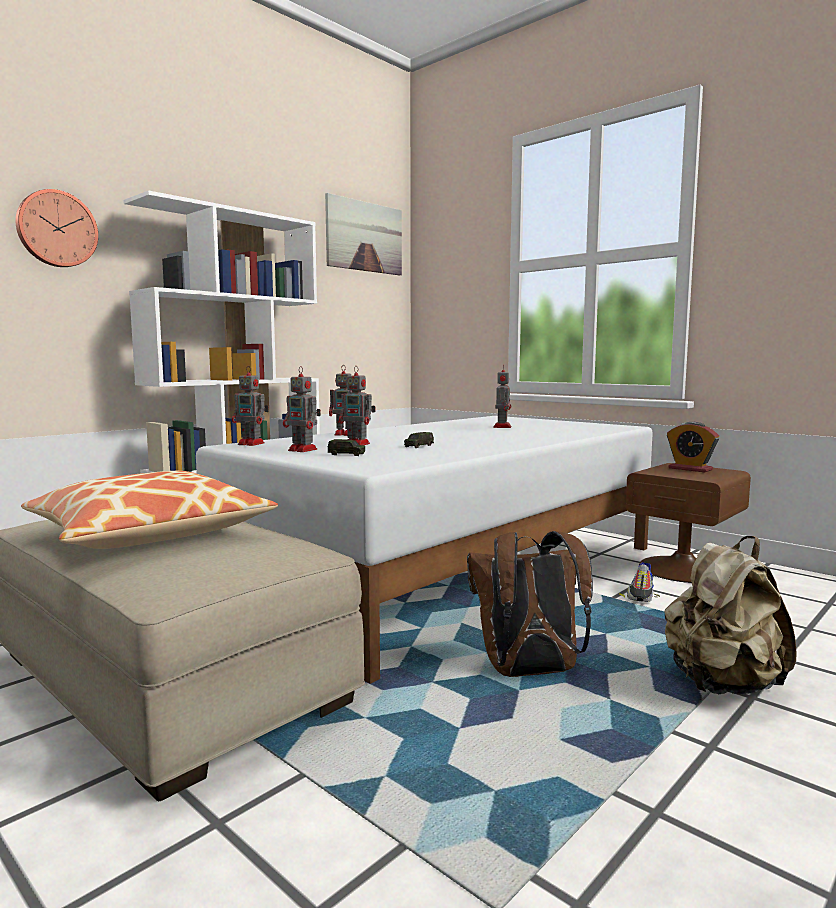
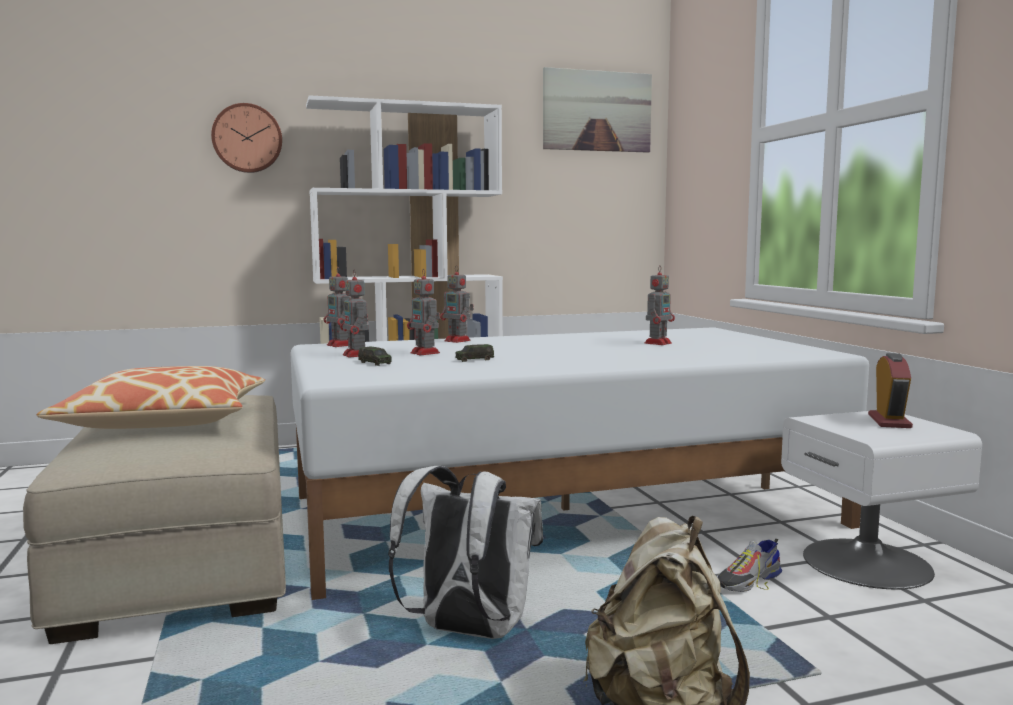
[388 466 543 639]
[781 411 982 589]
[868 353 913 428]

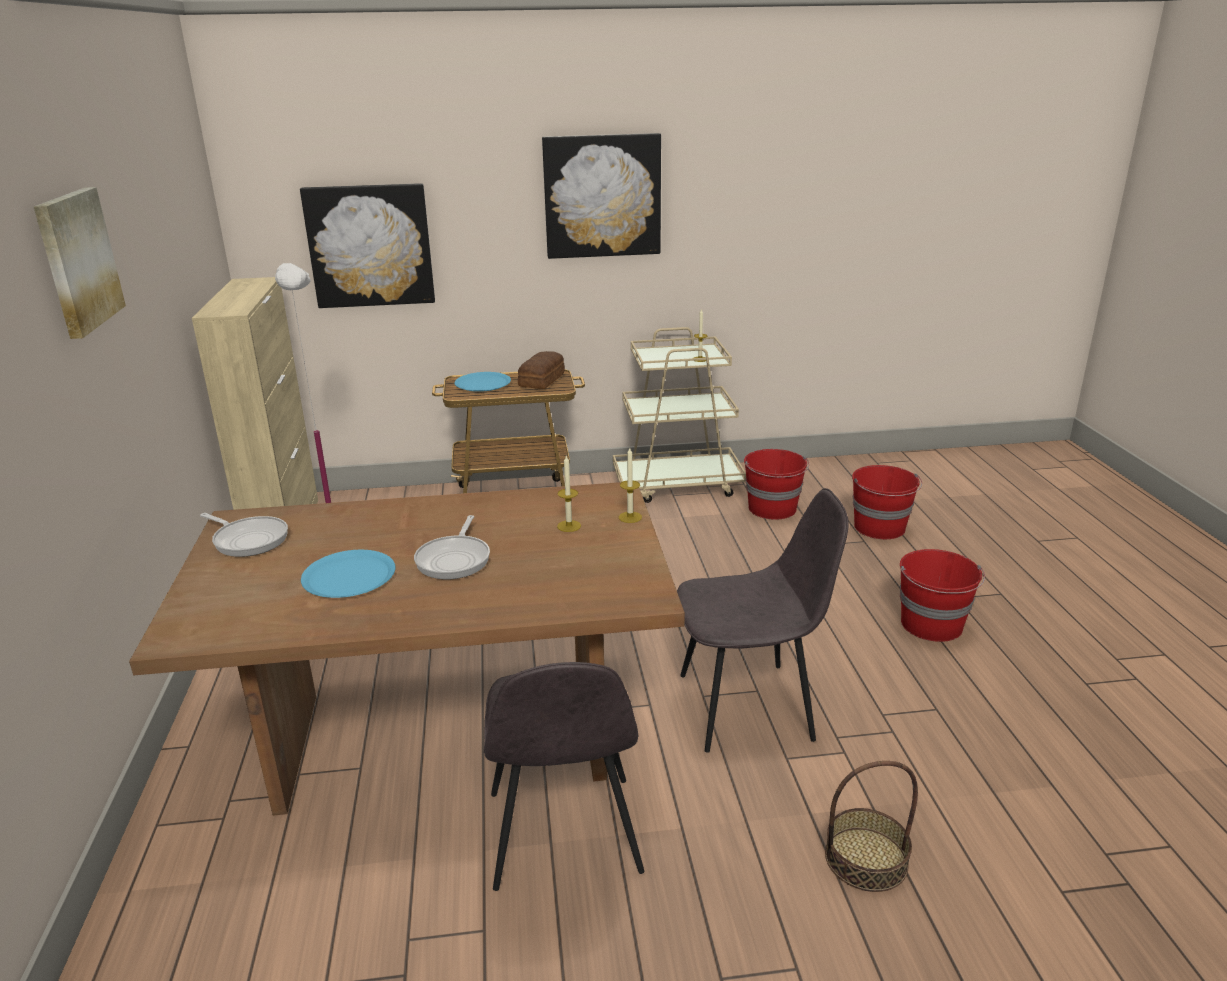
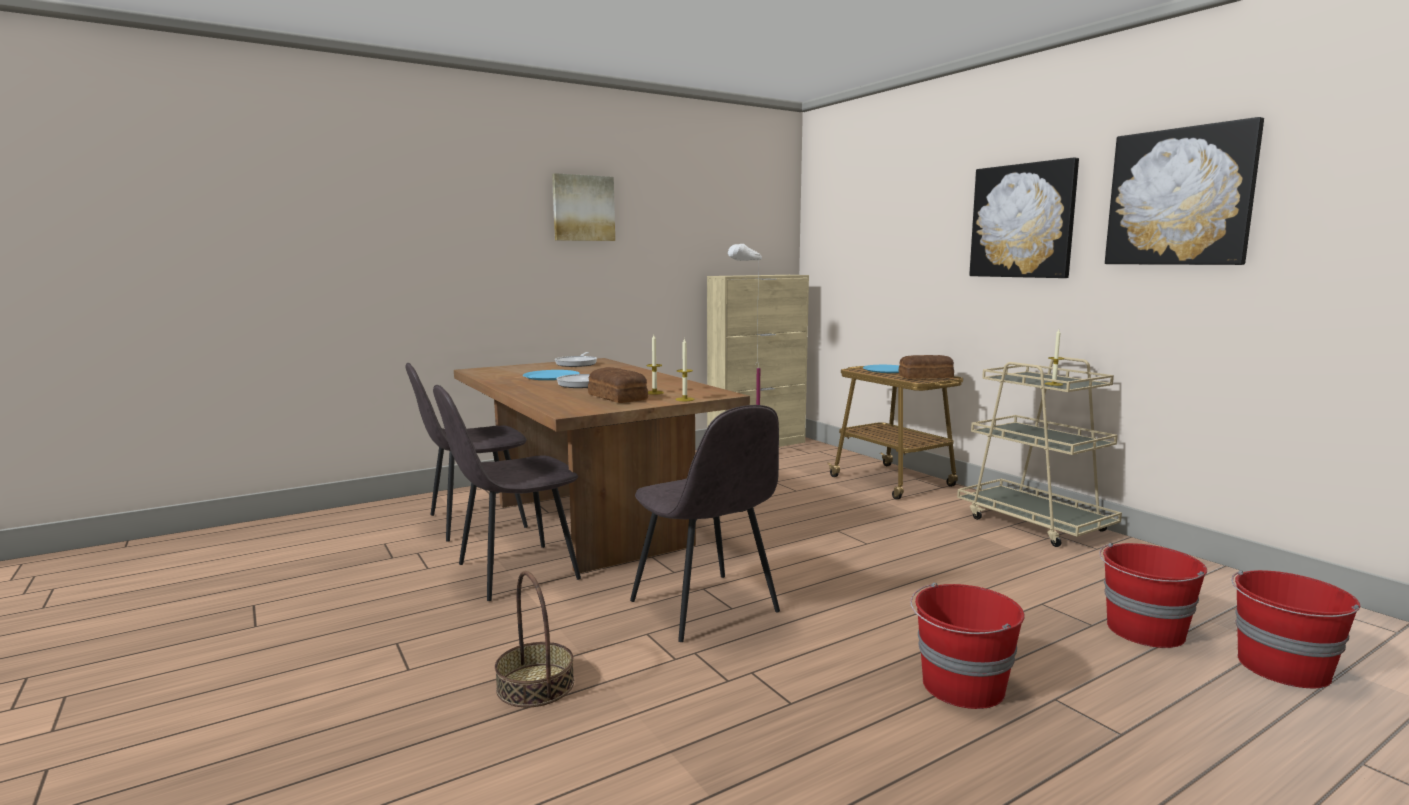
[405 363 528 541]
[588 367 648 403]
[1105 117 1264 265]
[1232 570 1360 688]

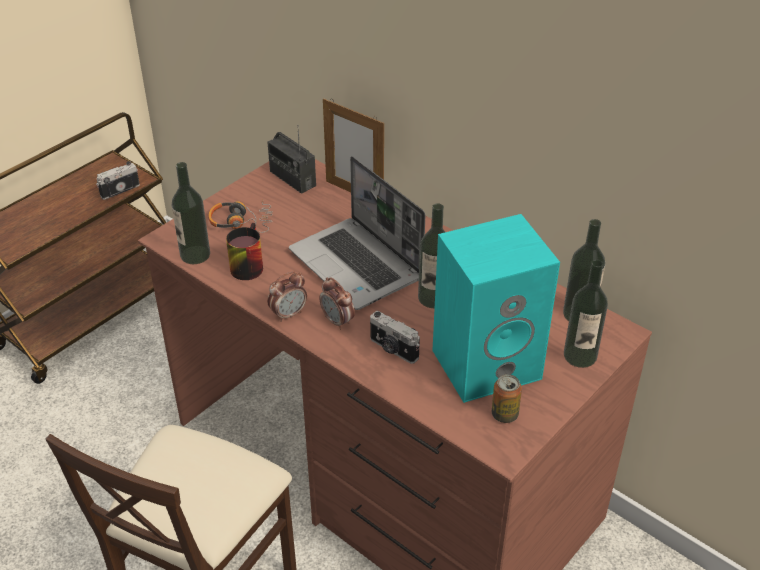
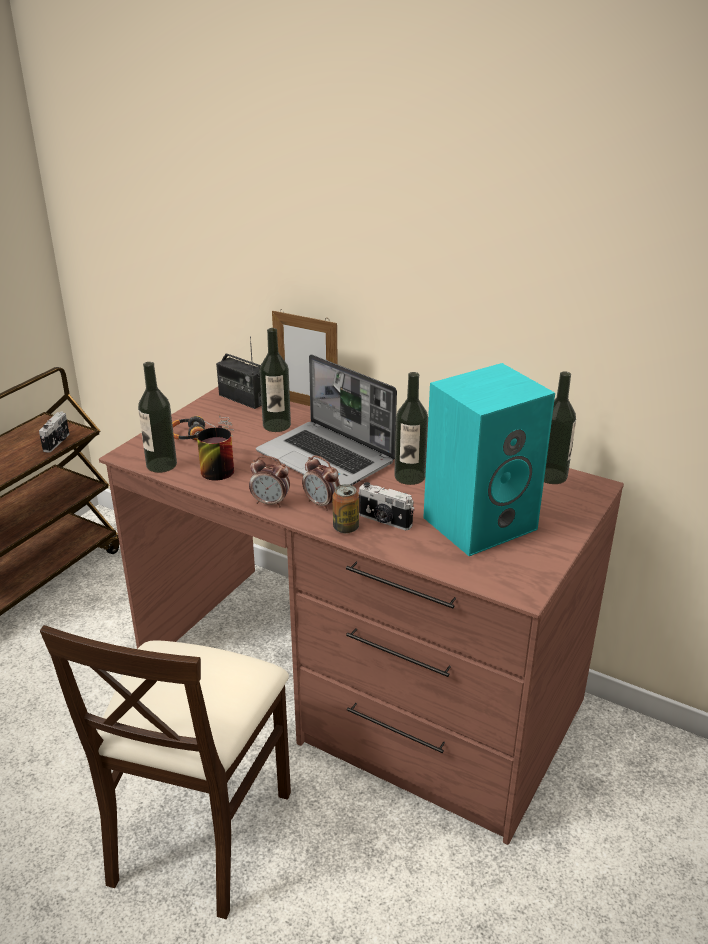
[332 484 359 533]
[260 328 291 432]
[39 412 69 453]
[249 456 290 507]

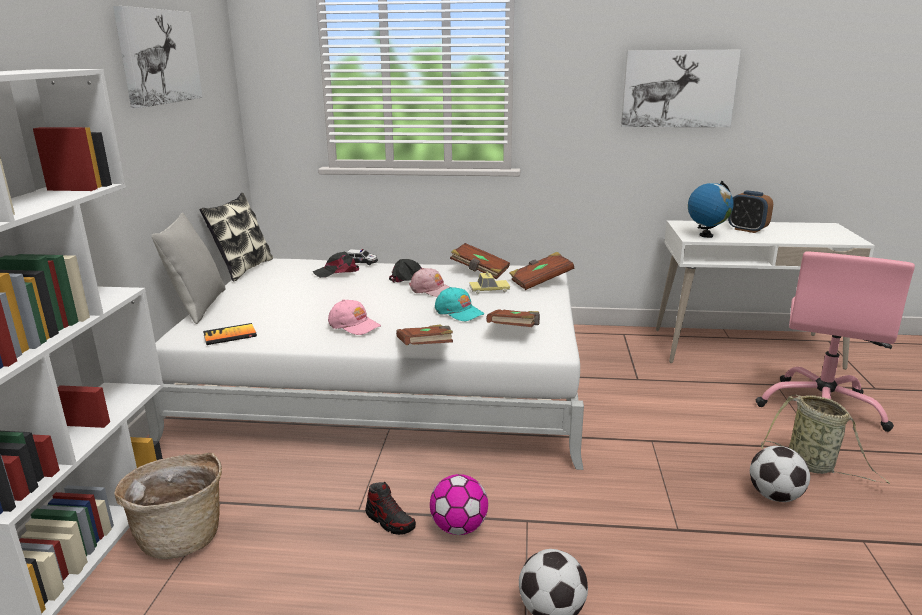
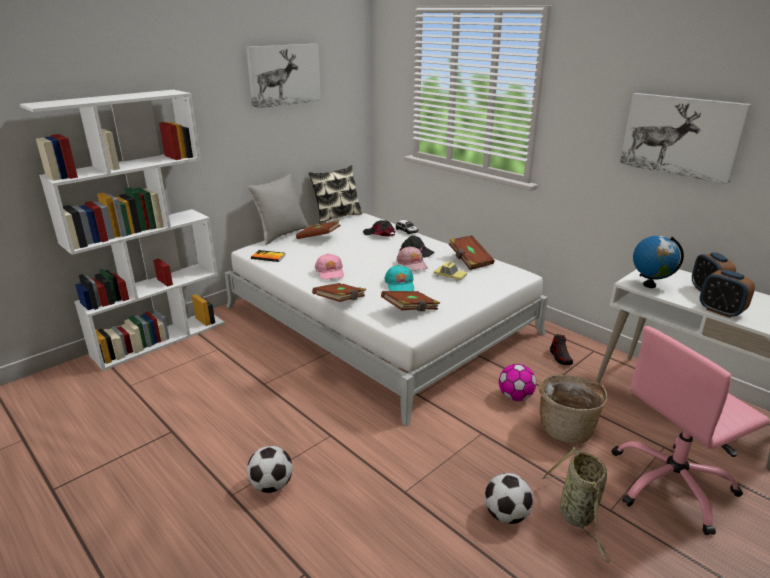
[700 269 755 318]
[539 375 607 444]
[550 334 573 365]
[499 364 536 401]
[296 220 341 239]

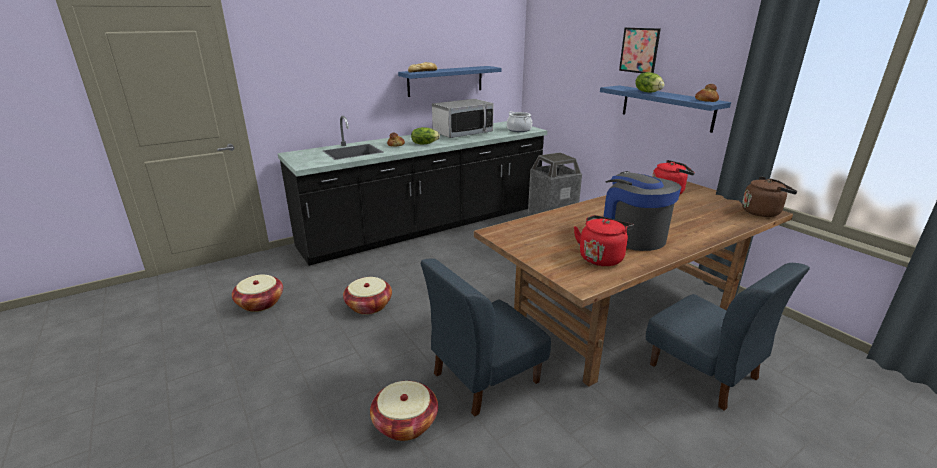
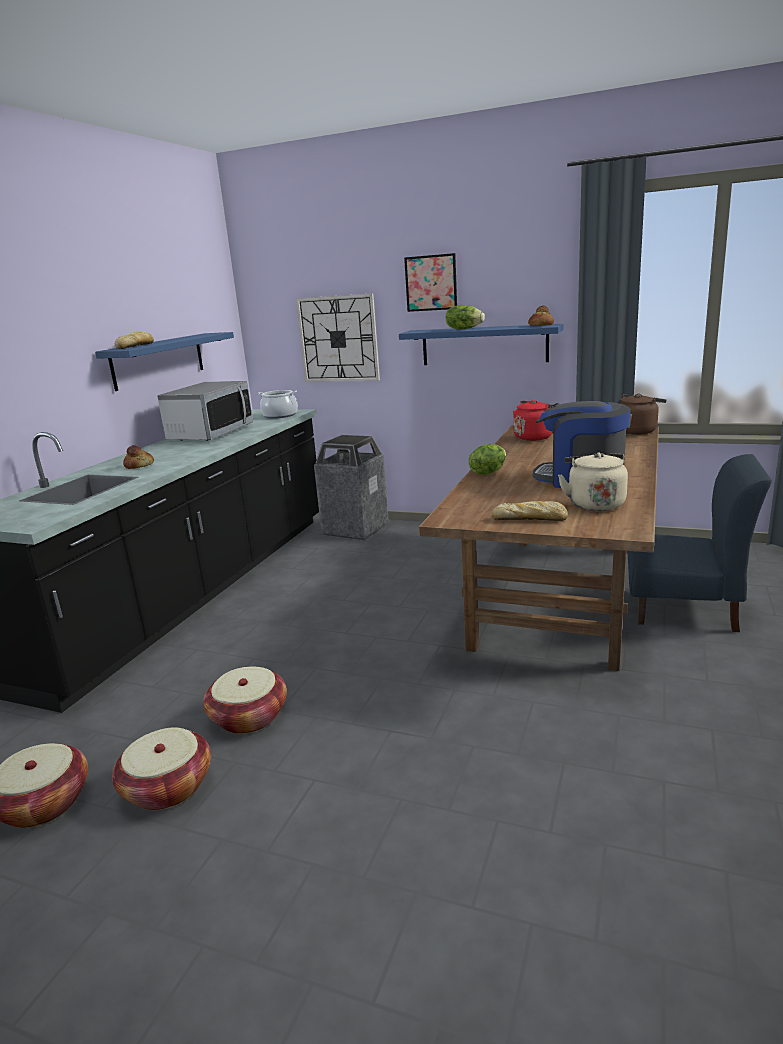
[421 258 551 417] (first image)
[296 293 380 382]
[492 501 568 521]
[112 727 211 810]
[469 444 506 475]
[558 453 628 511]

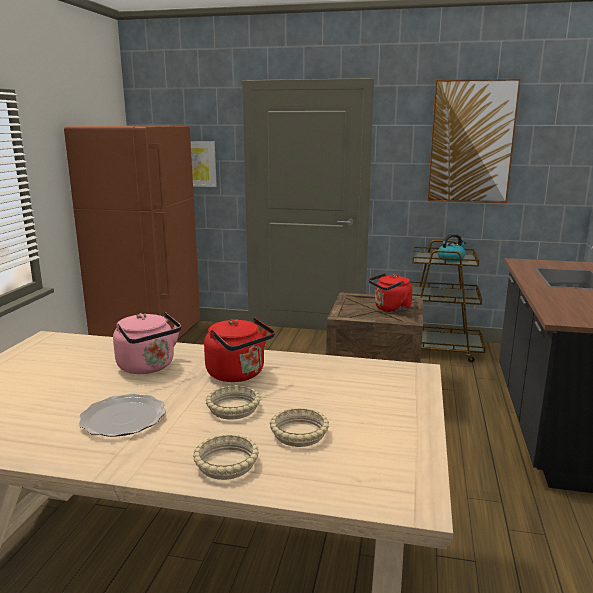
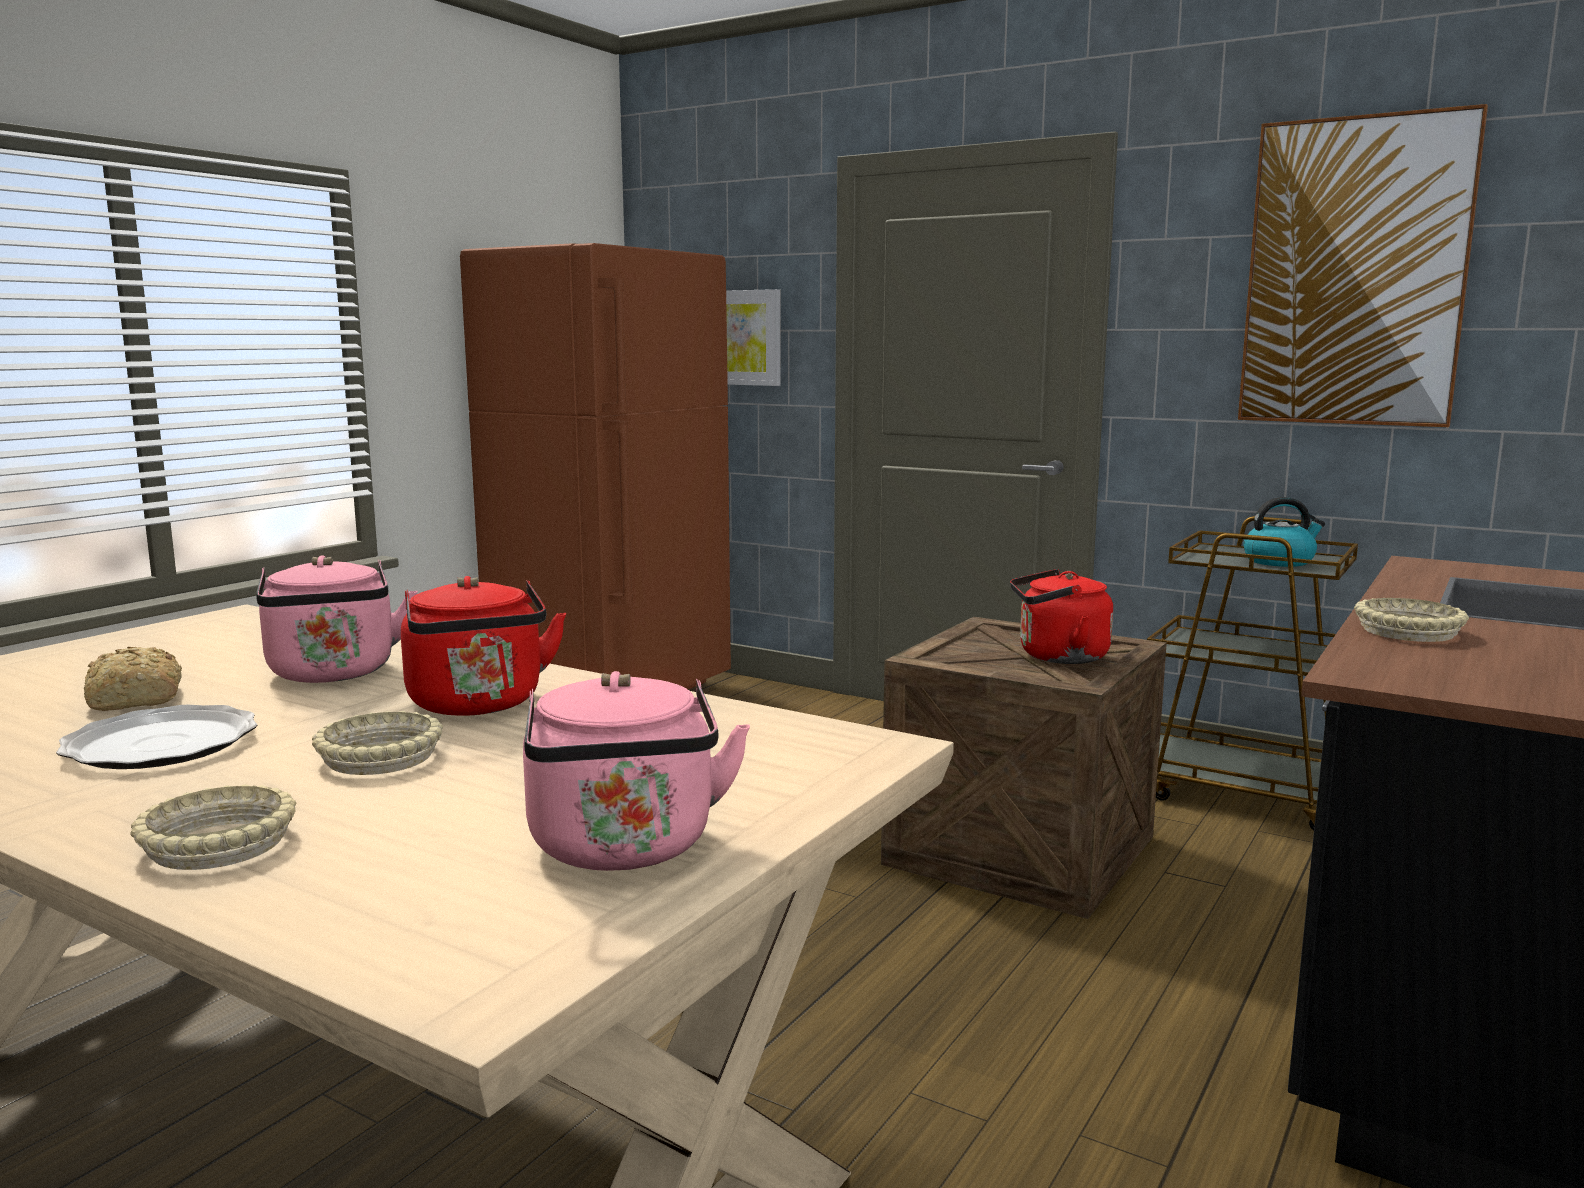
[84 647 182 711]
[523 671 750 871]
[1354 598 1469 642]

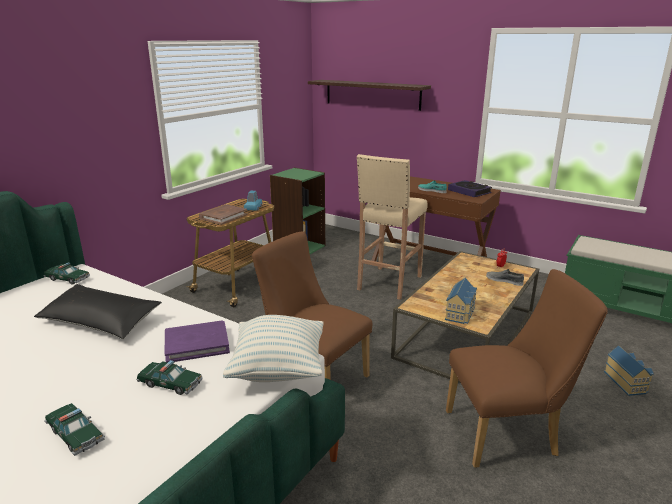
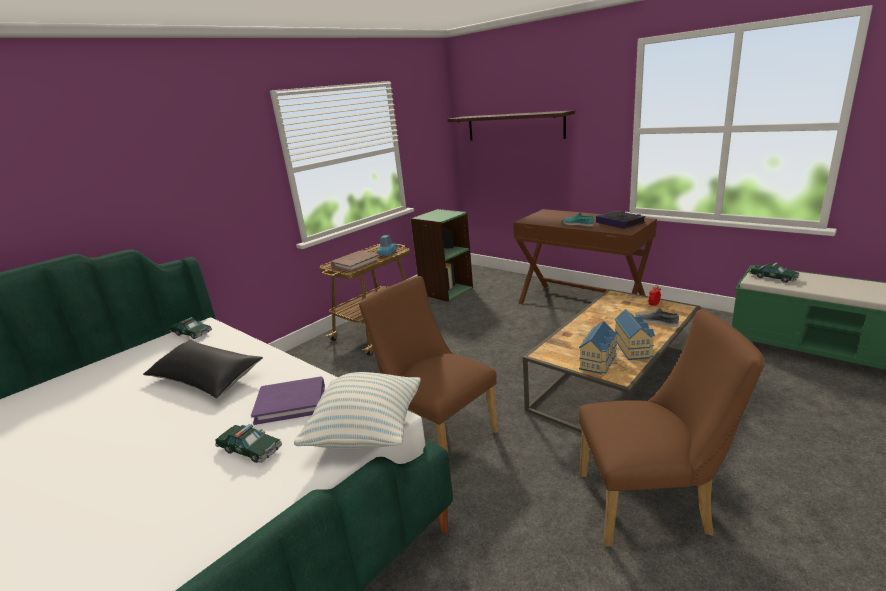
[357 154 428 300] (first image)
[749 262 799 283]
[615 309 655 360]

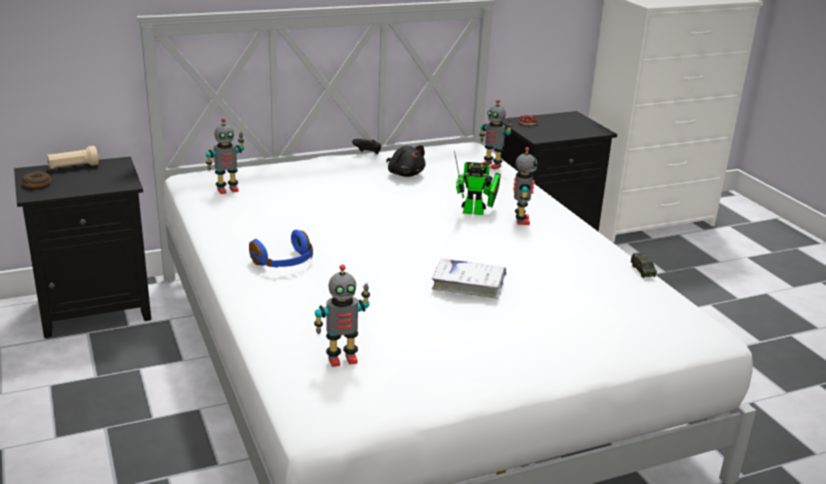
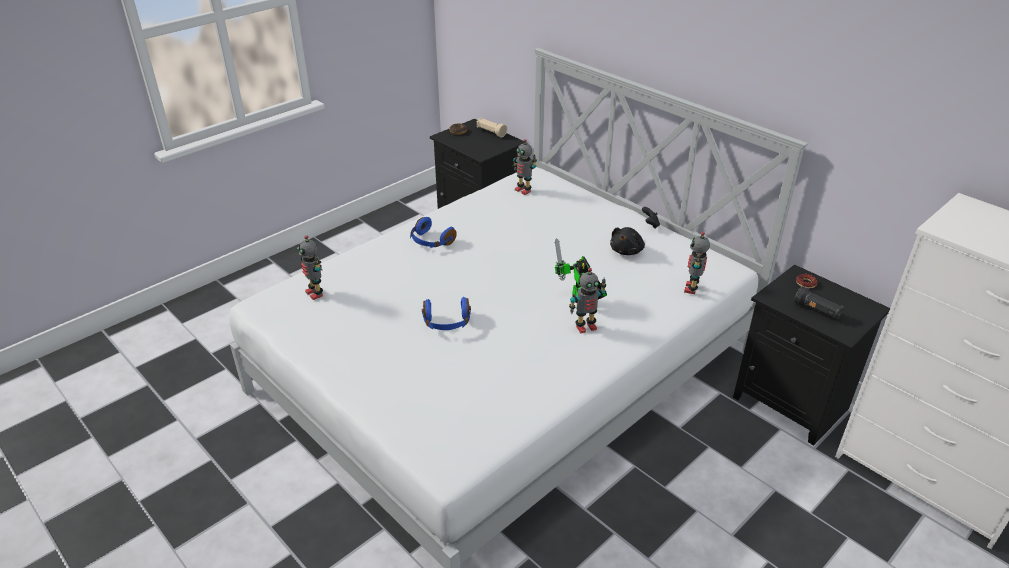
[630 253 657 278] (first image)
[794 286 844 319]
[422 297 471 330]

